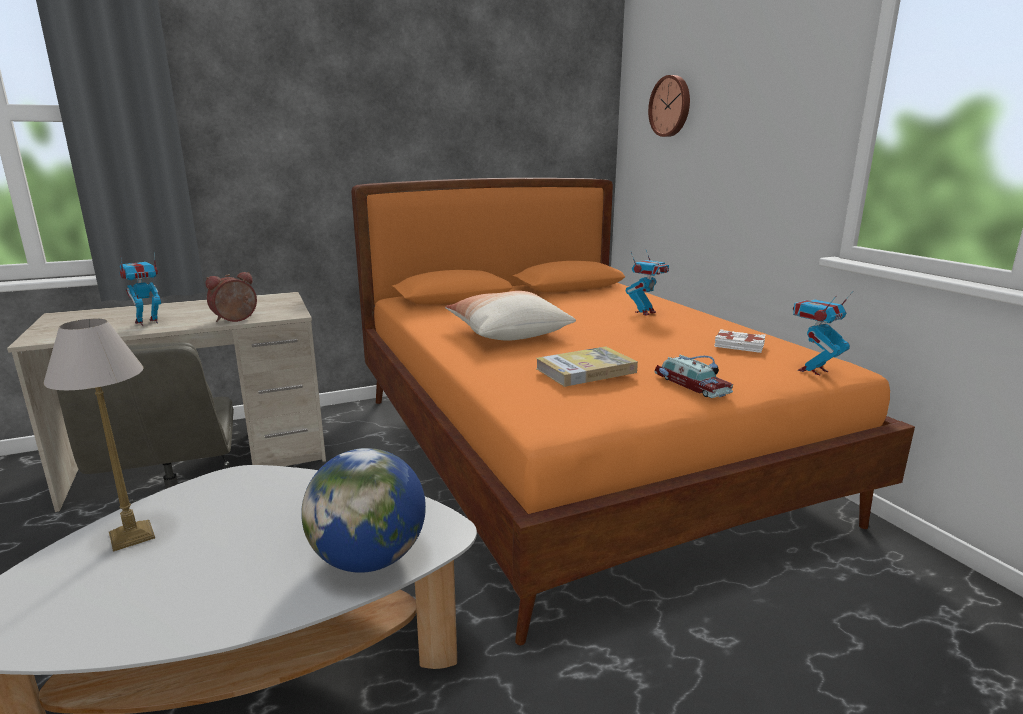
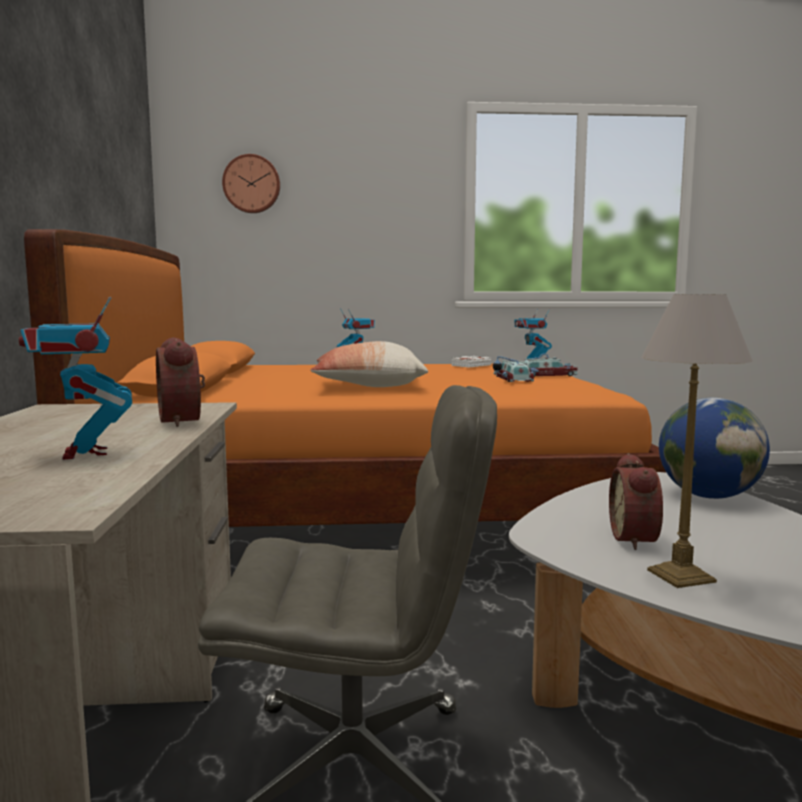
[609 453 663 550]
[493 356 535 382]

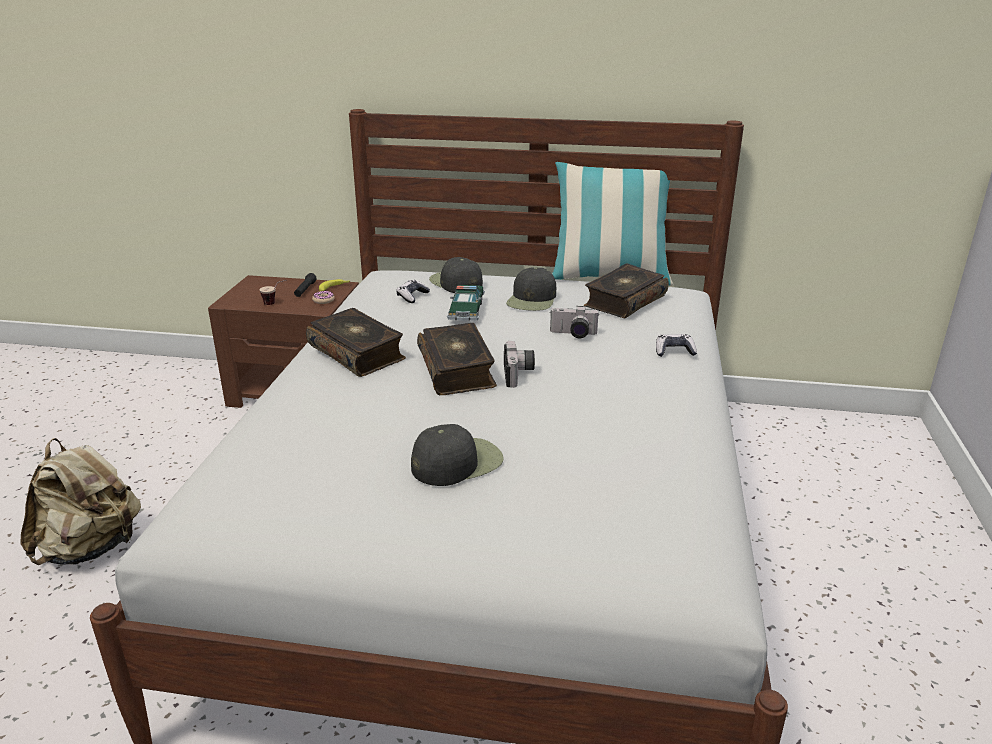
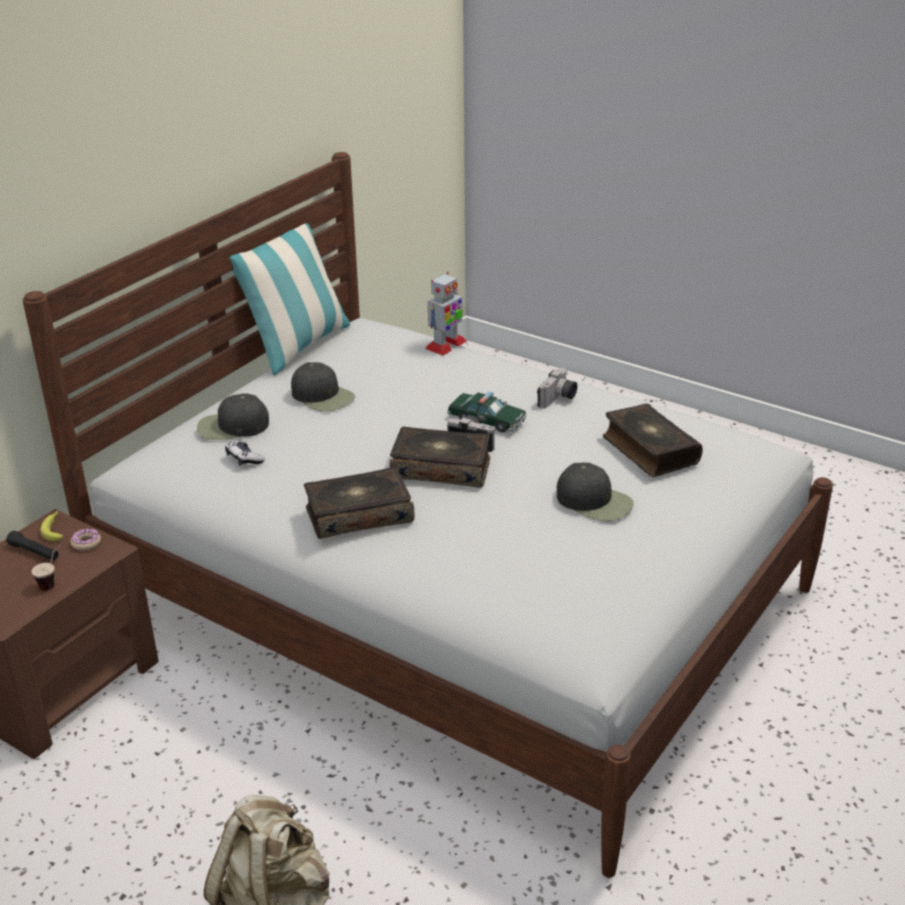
[656 334 697 357] (first image)
[425 272 467 356]
[447 392 527 433]
[537 368 577 408]
[603 403 703 477]
[557 462 634 522]

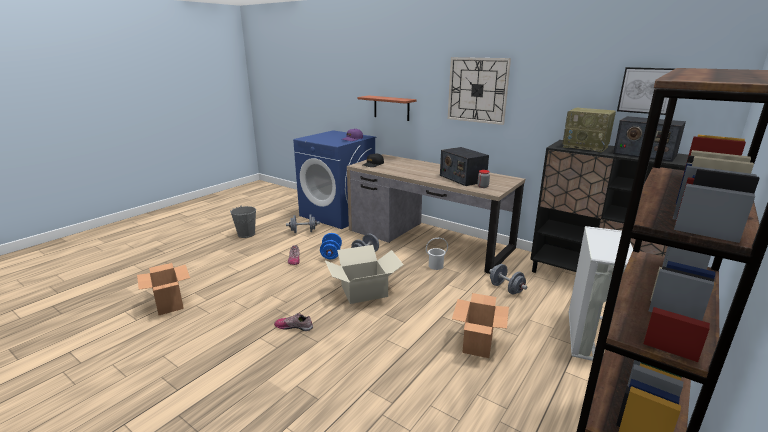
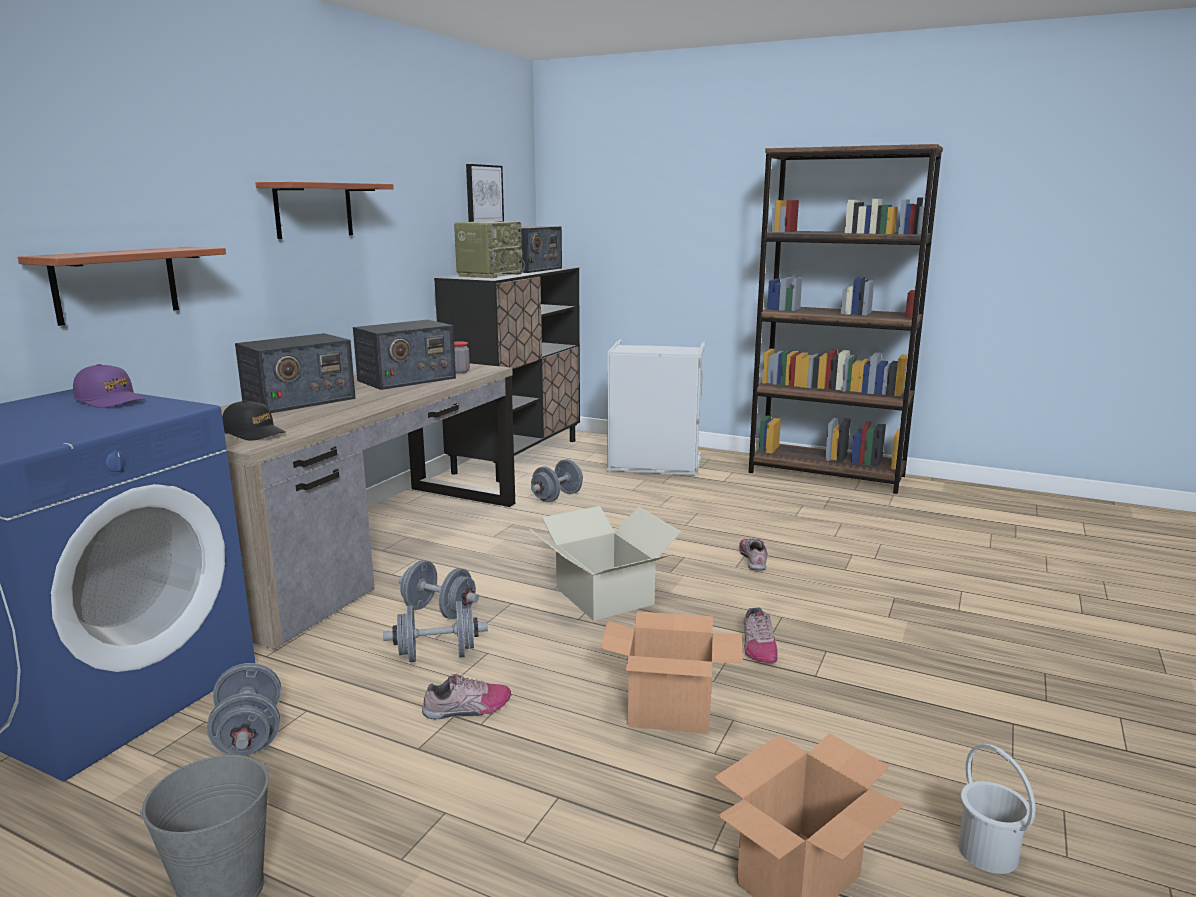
[235 333 356 413]
[739 538 768 571]
[958 744 1035 874]
[600 611 743 734]
[256 182 394 239]
[383 601 488 662]

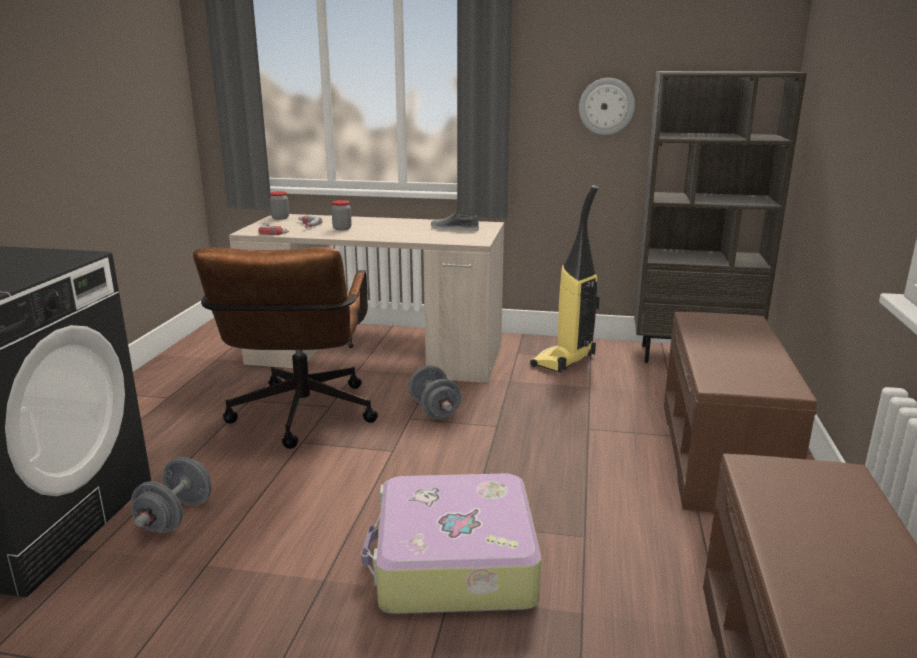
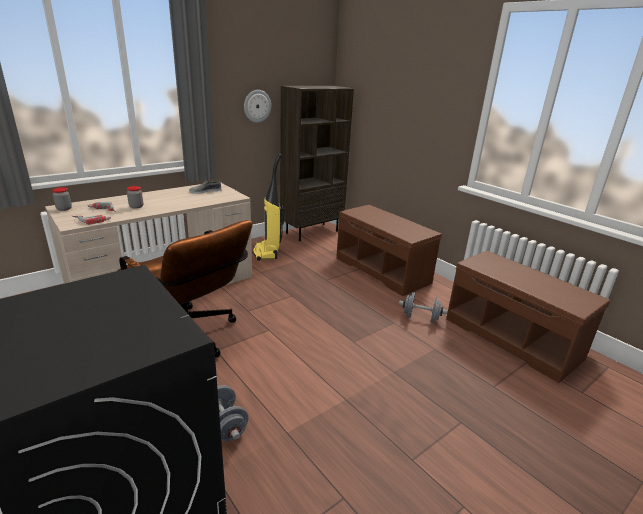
[361 474 541 614] (first image)
[399 292 448 323]

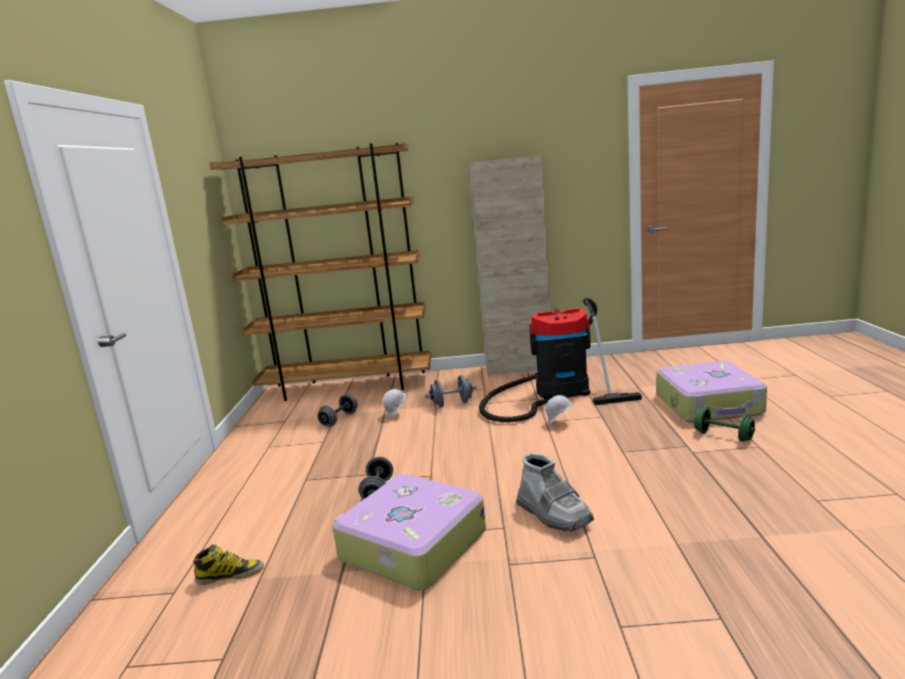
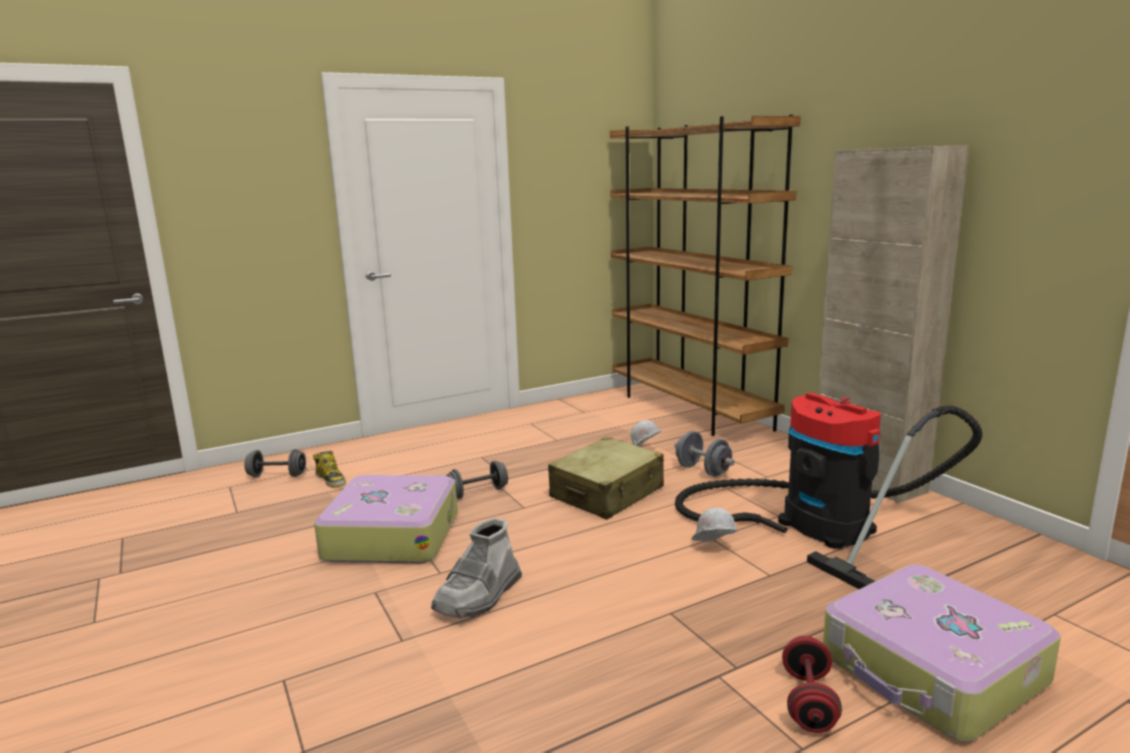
[548 437 664 520]
[244 449 306 478]
[782 636 842 733]

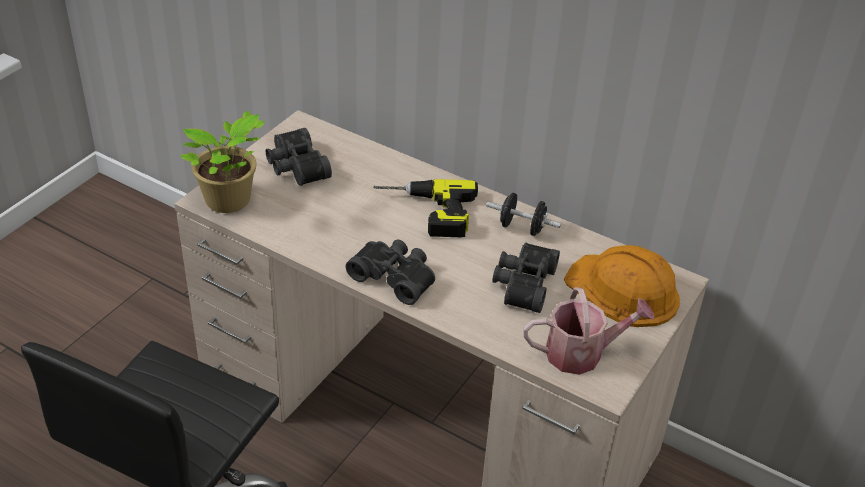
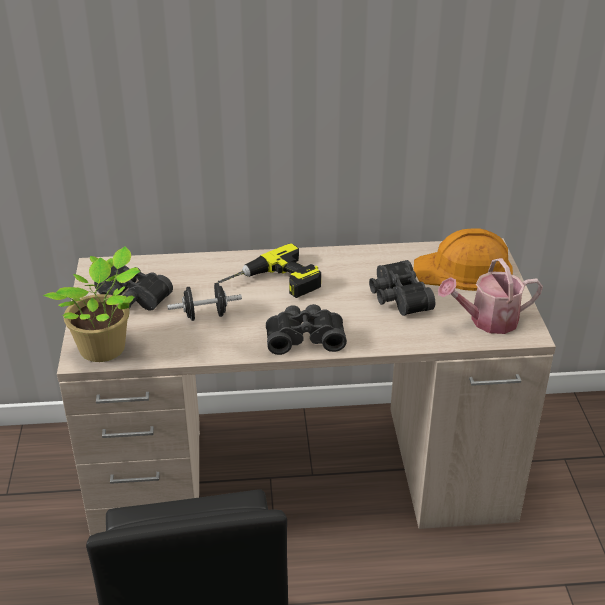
[167 283 242 321]
[438 258 543 334]

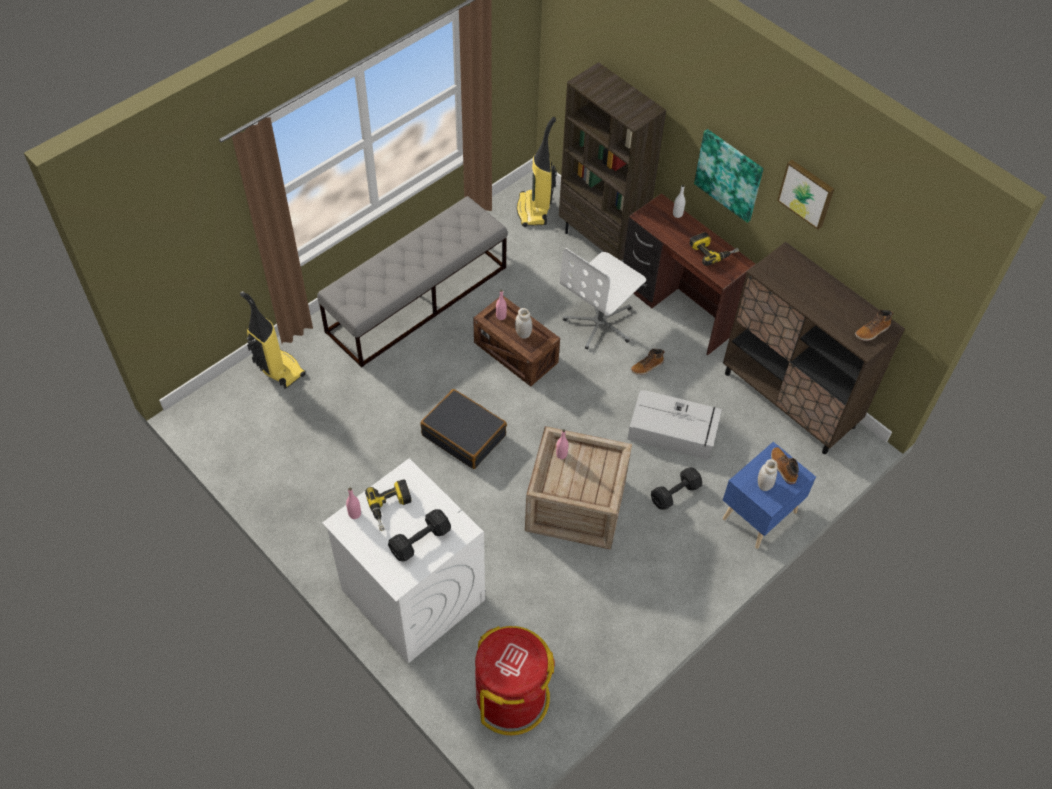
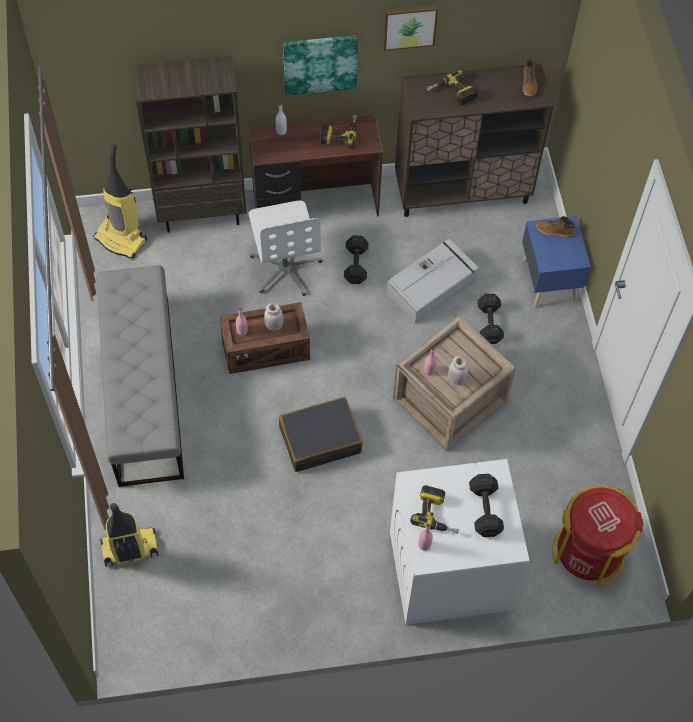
[427 70 478 105]
[448 356 468 385]
[344 235 369 284]

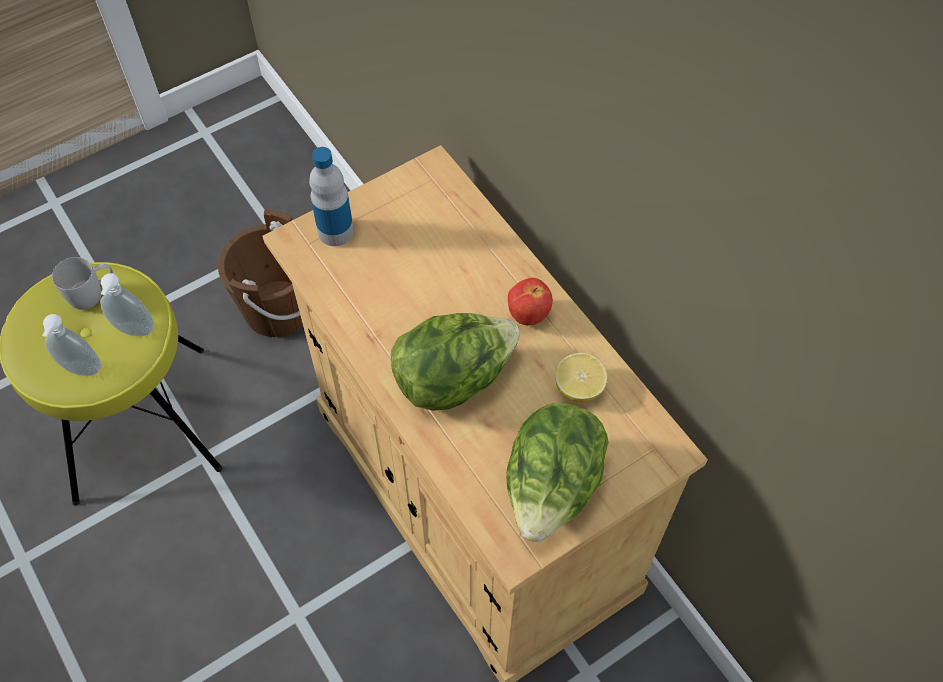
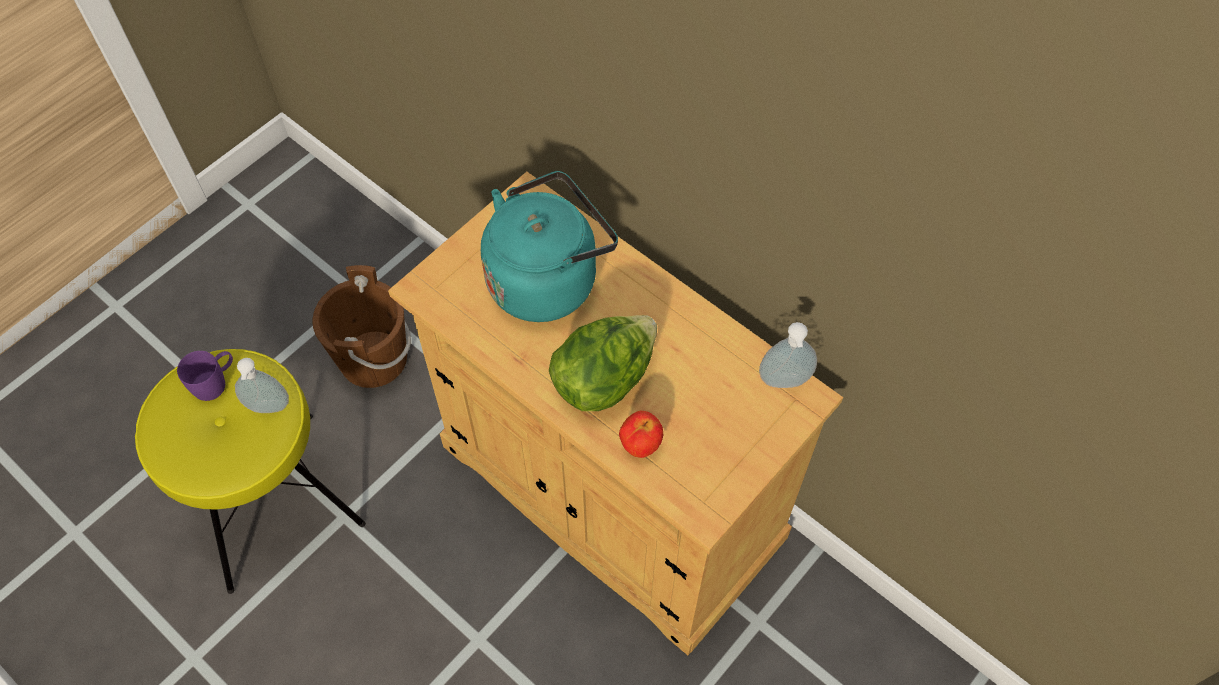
[309 147 354 246] (first image)
[506 403 609 542] (first image)
[555 353 607 402] (first image)
[481 171 618 322]
[759 322 817 388]
[619 411 663 458]
[177 351 233 401]

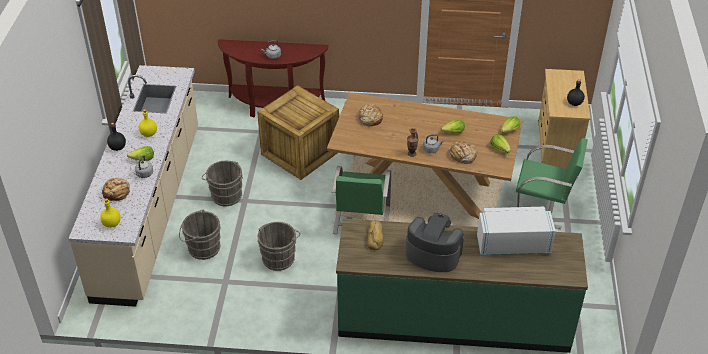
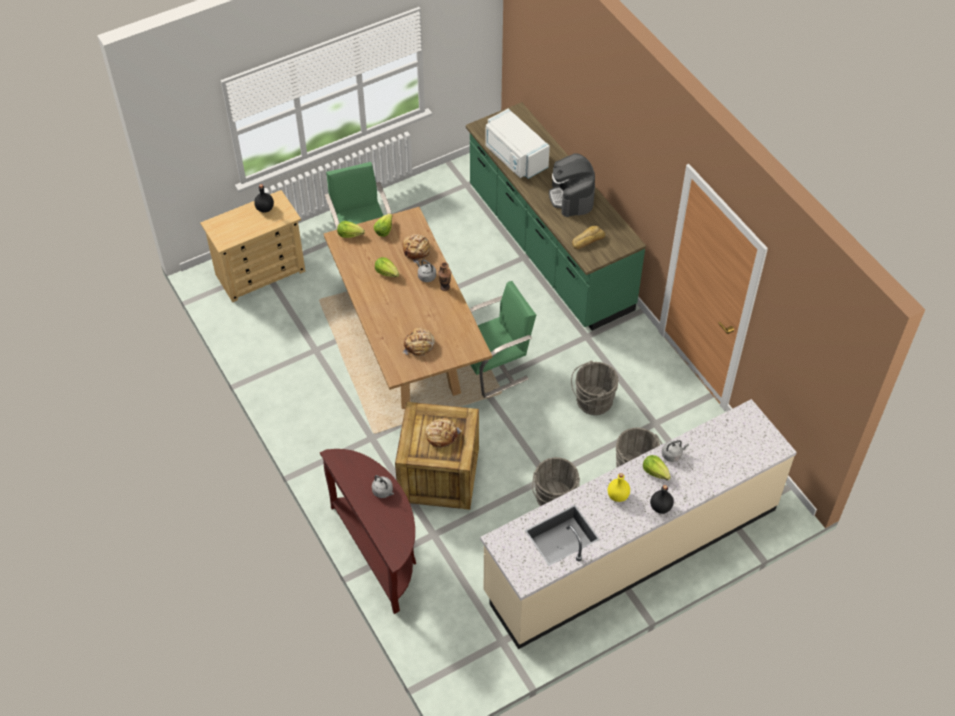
[100 198 121 228] (first image)
[425 418 462 448]

